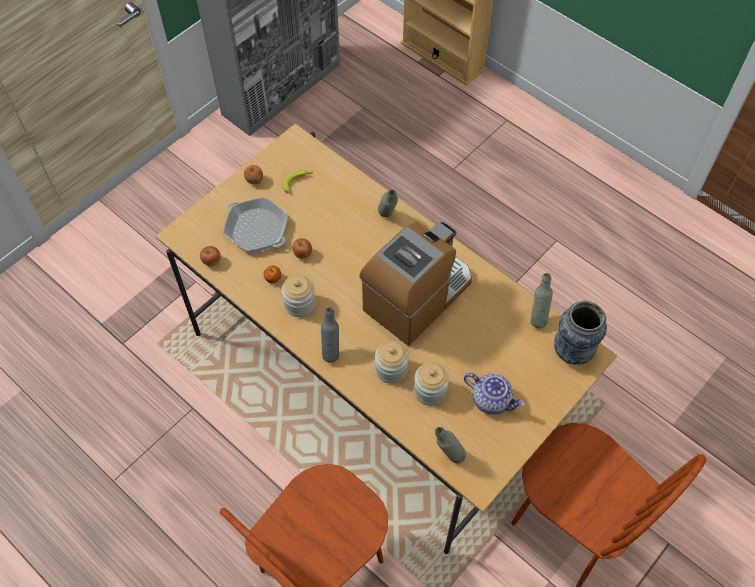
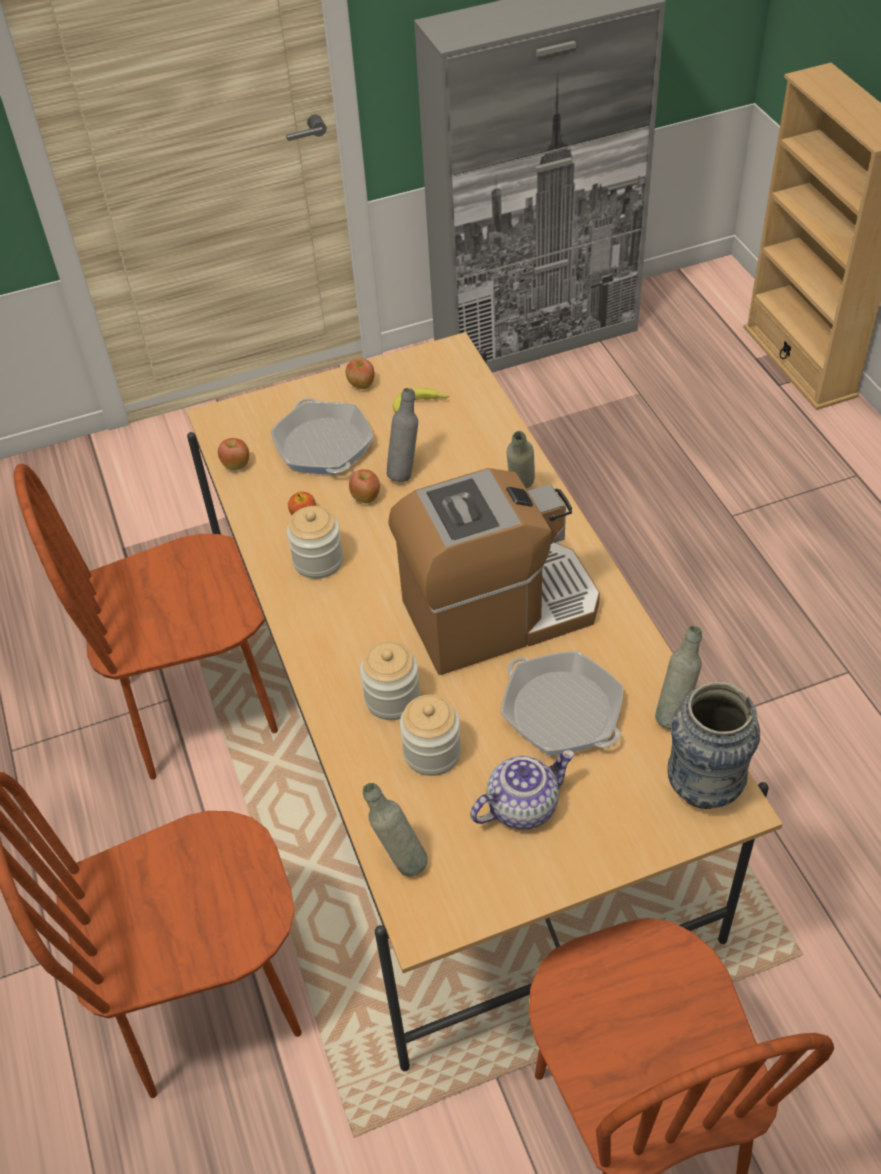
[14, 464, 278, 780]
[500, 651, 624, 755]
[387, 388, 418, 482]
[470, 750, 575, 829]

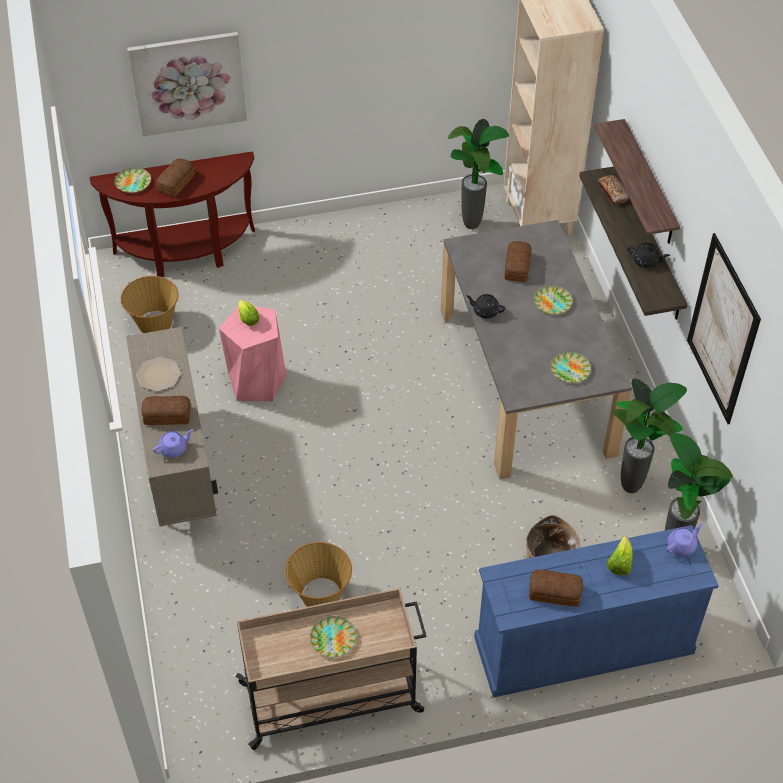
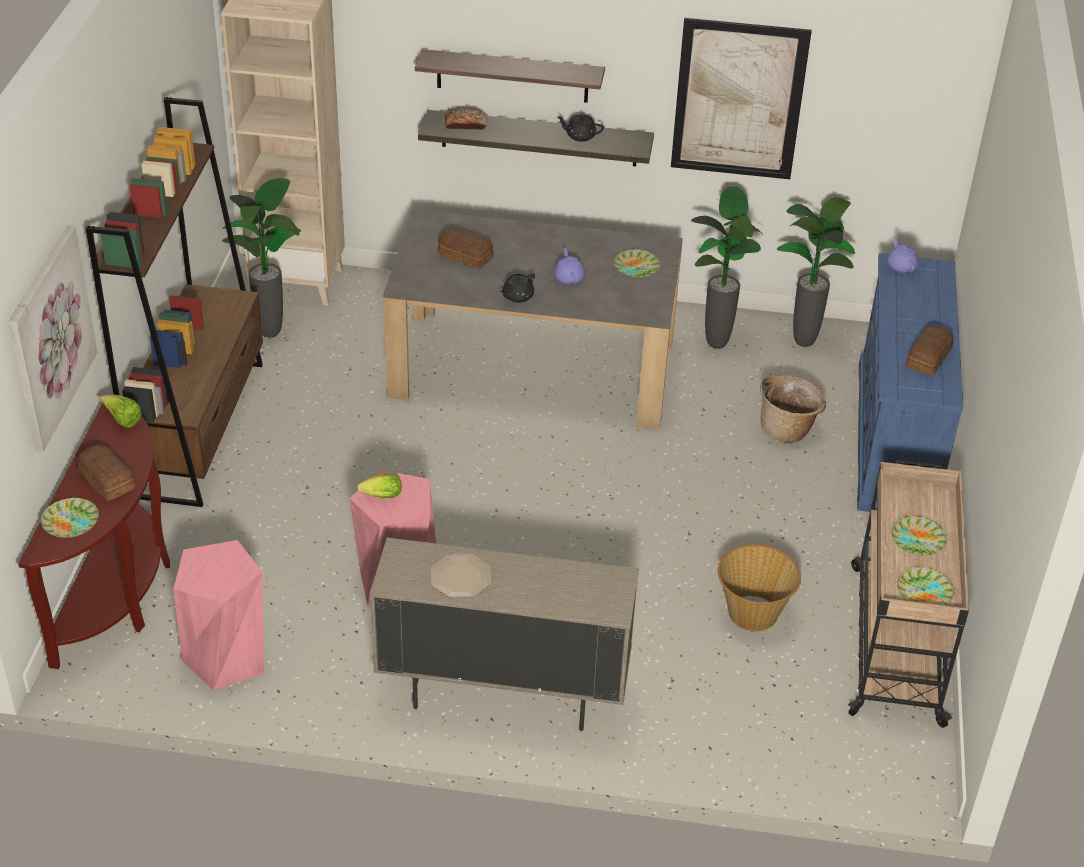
[141, 396, 191, 425] (first image)
[86, 97, 263, 507]
[554, 248, 585, 285]
[897, 567, 955, 606]
[99, 395, 142, 428]
[173, 540, 264, 690]
[557, 115, 604, 142]

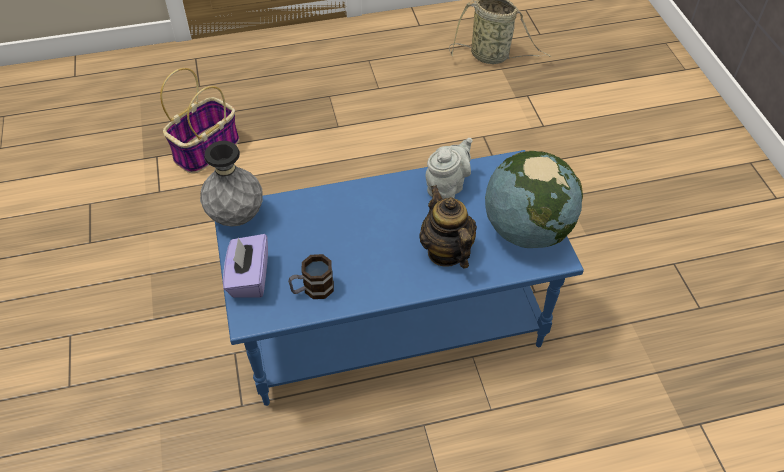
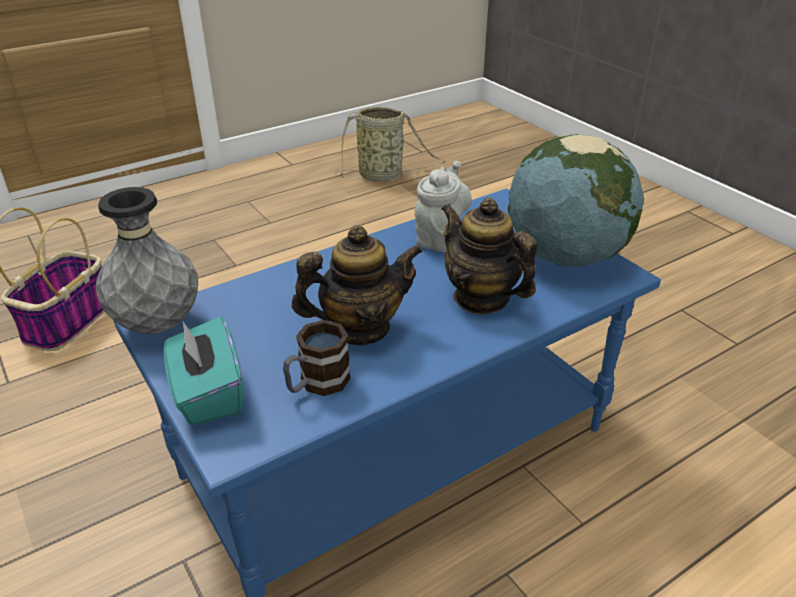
[292, 225, 423, 345]
[164, 317, 243, 425]

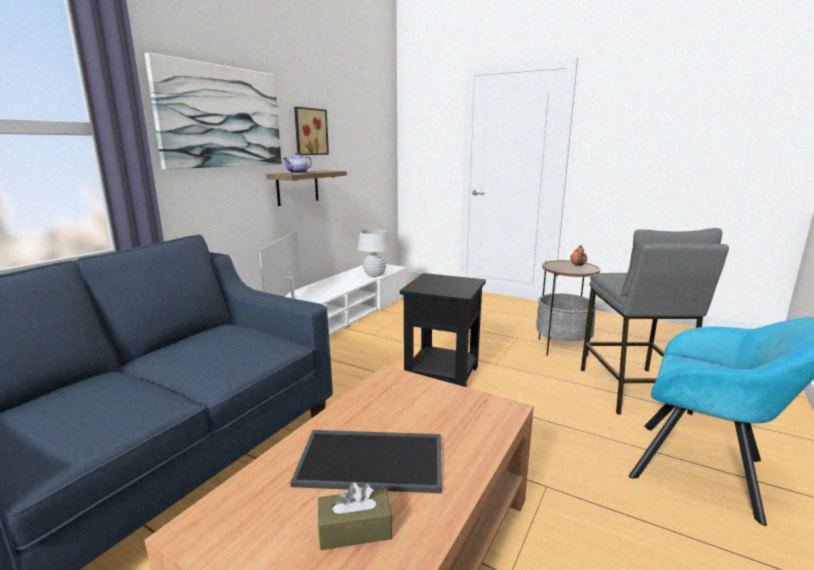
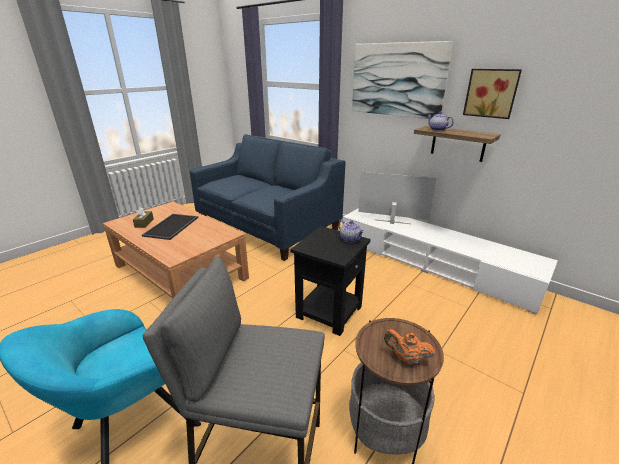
[357, 229, 391, 277] (first image)
[338, 220, 364, 243]

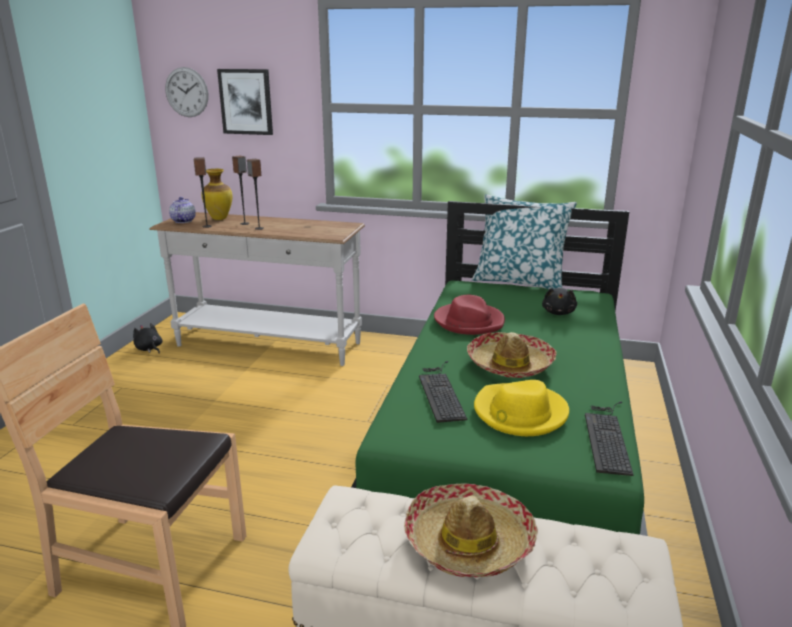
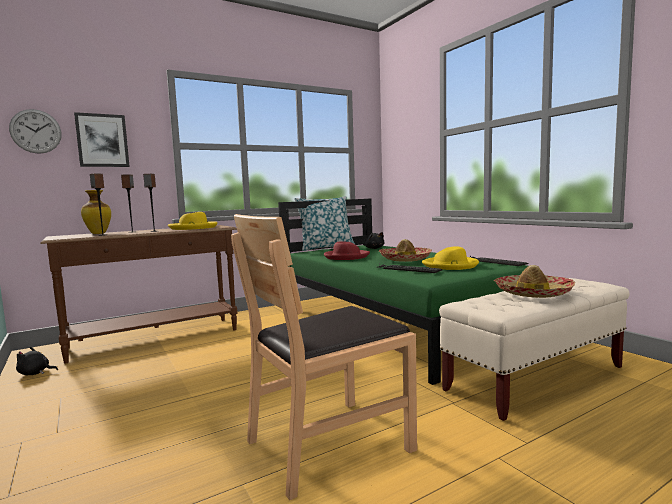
[169, 197, 196, 223] (first image)
[168, 212, 218, 230]
[40, 225, 238, 364]

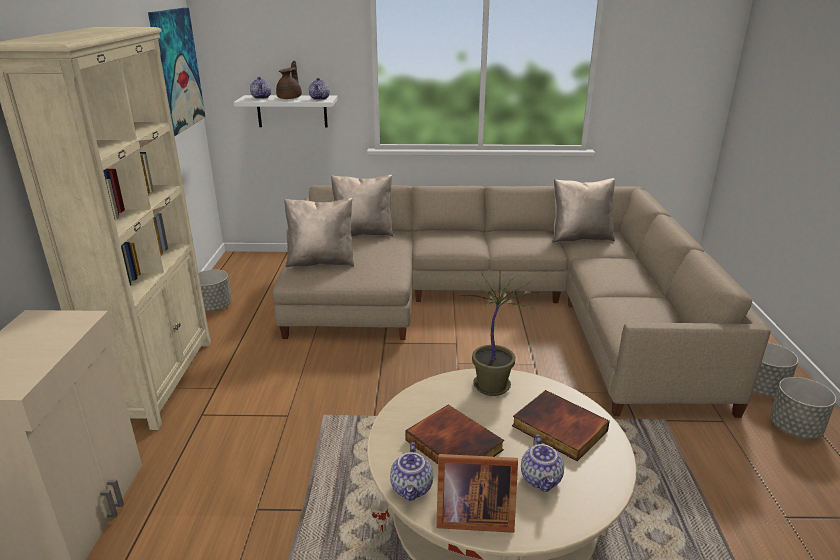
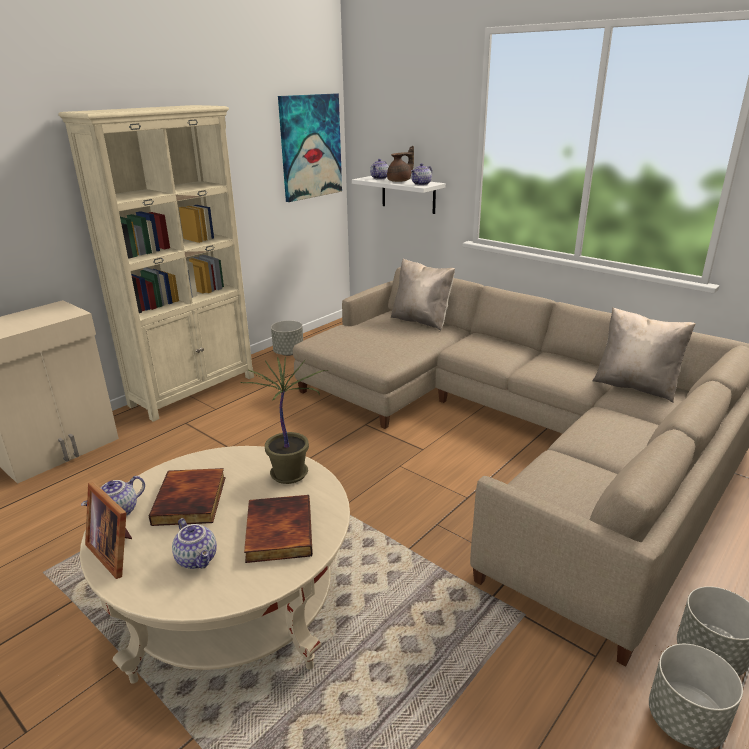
[284, 198, 354, 267] (first image)
[172, 518, 217, 569]

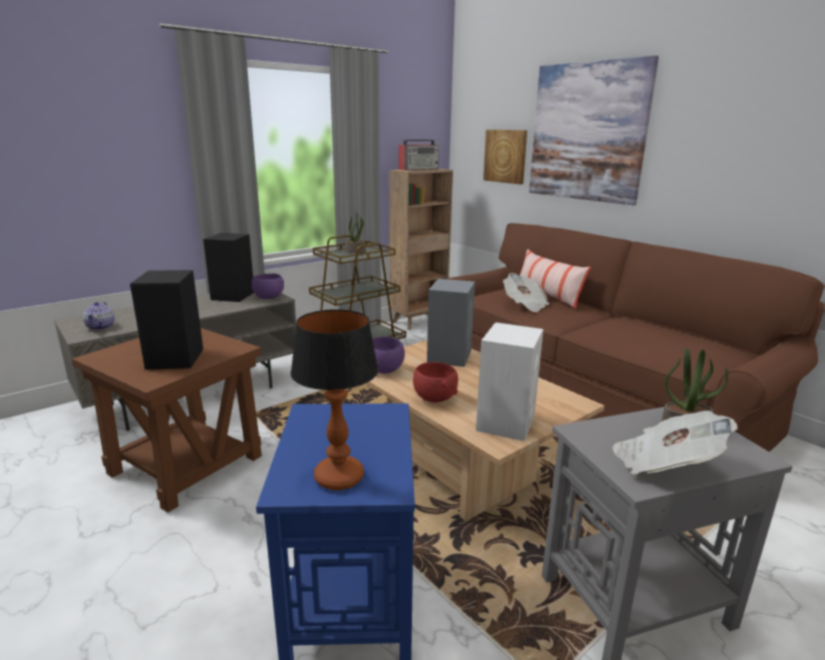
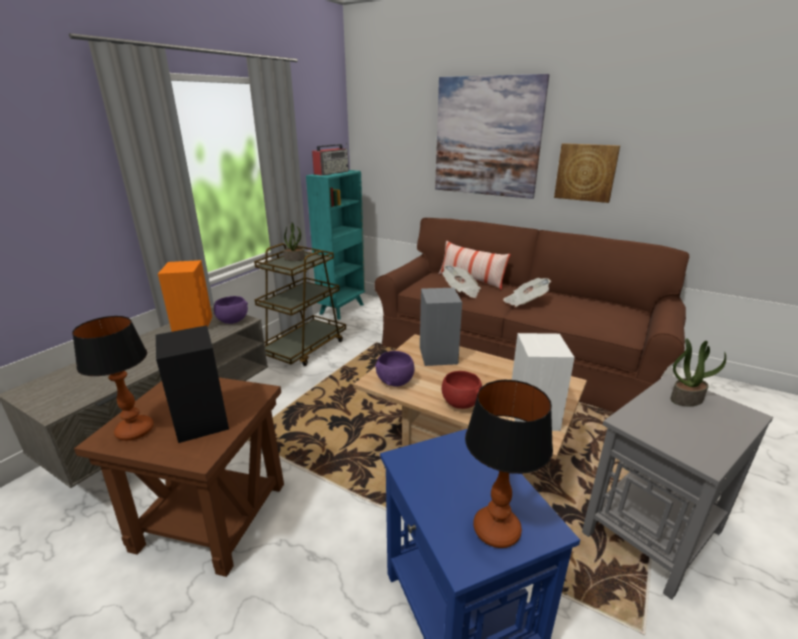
[83, 302, 115, 330] (first image)
[72, 316, 154, 441]
[554, 143, 620, 203]
[503, 278, 551, 307]
[158, 260, 212, 332]
[306, 170, 365, 320]

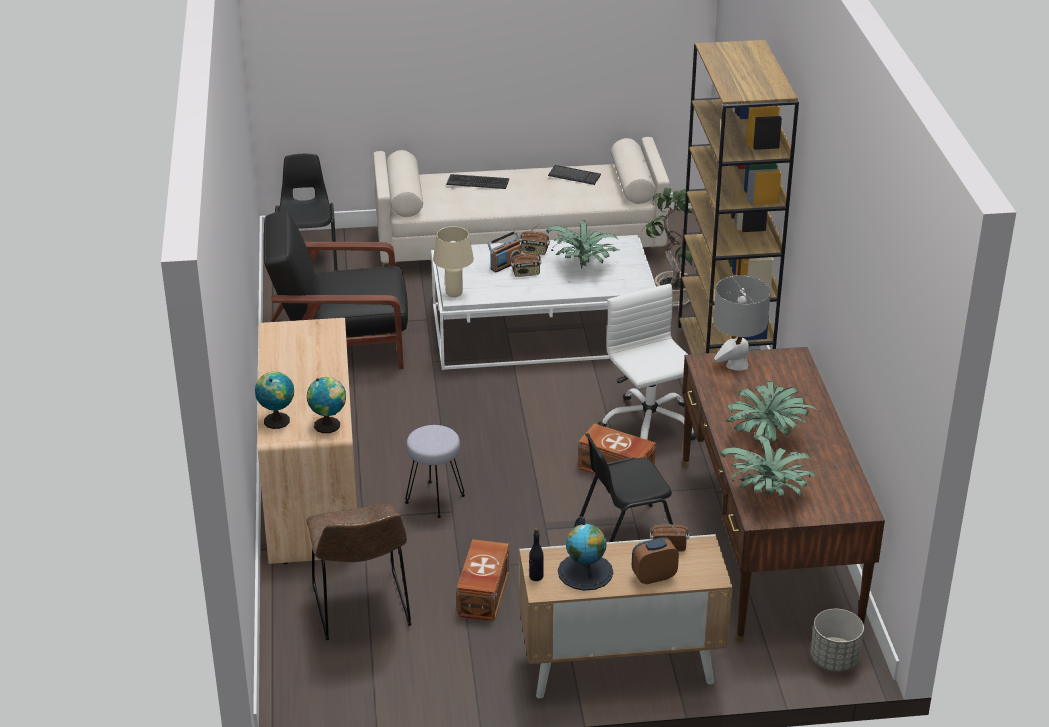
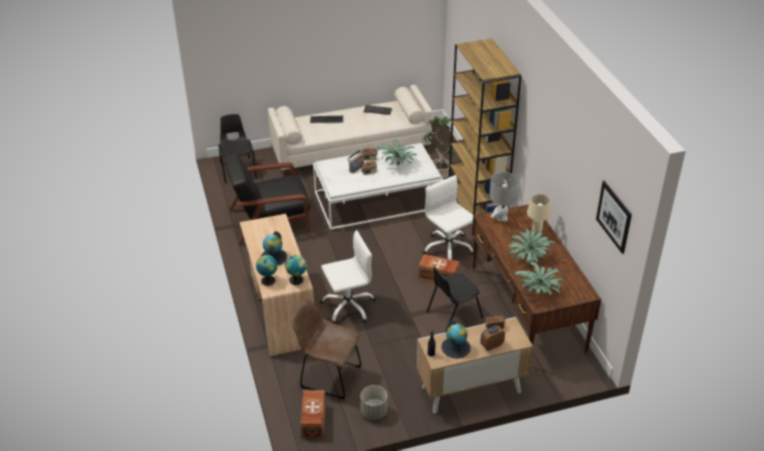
[261, 231, 287, 265]
[596, 181, 632, 254]
[527, 194, 552, 235]
[301, 390, 326, 438]
[361, 385, 387, 420]
[320, 230, 376, 324]
[292, 299, 361, 399]

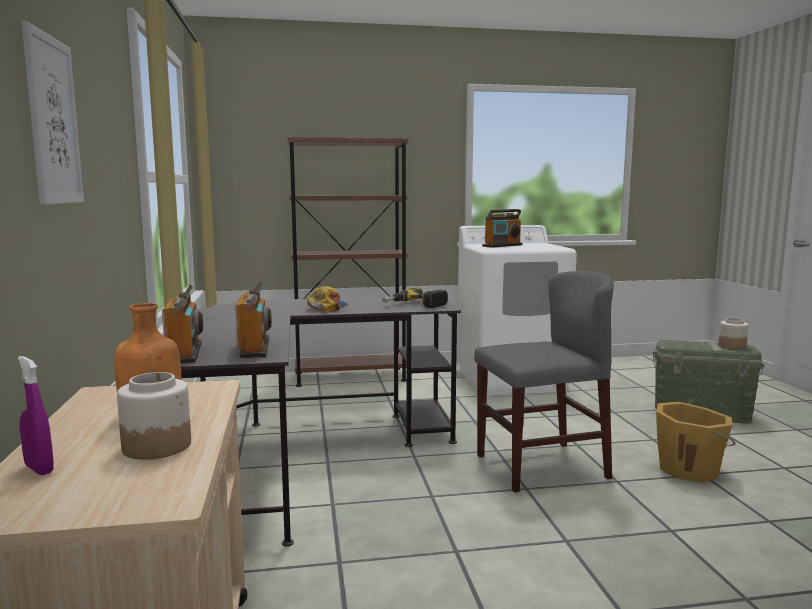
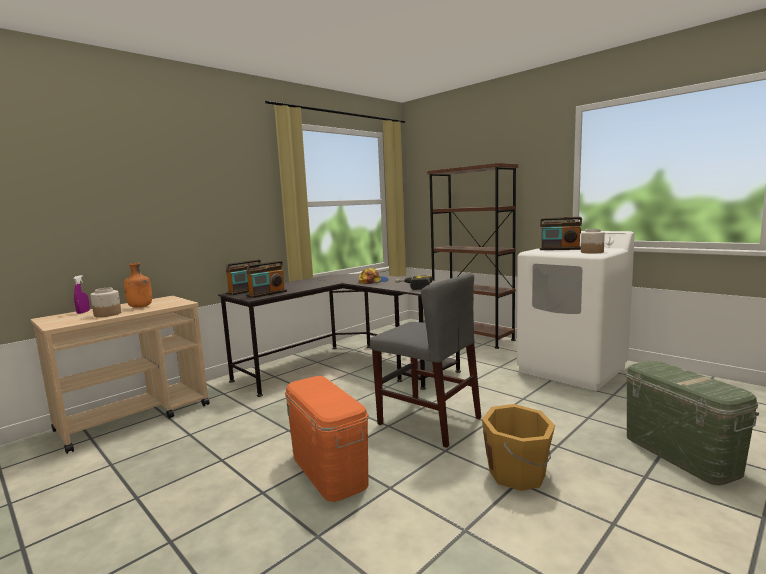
[21, 21, 84, 205] (first image)
[285, 376, 369, 502]
[581, 229, 605, 253]

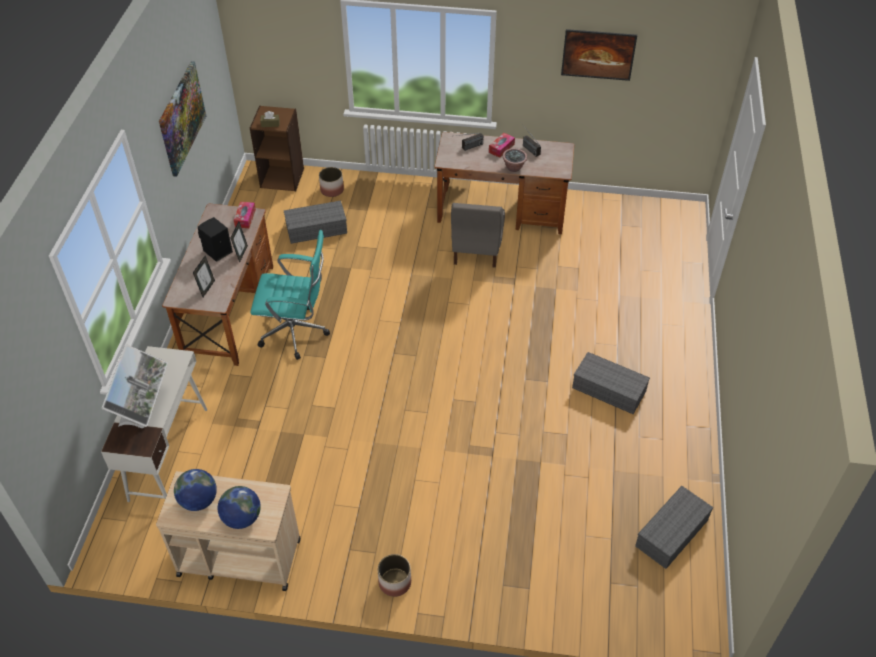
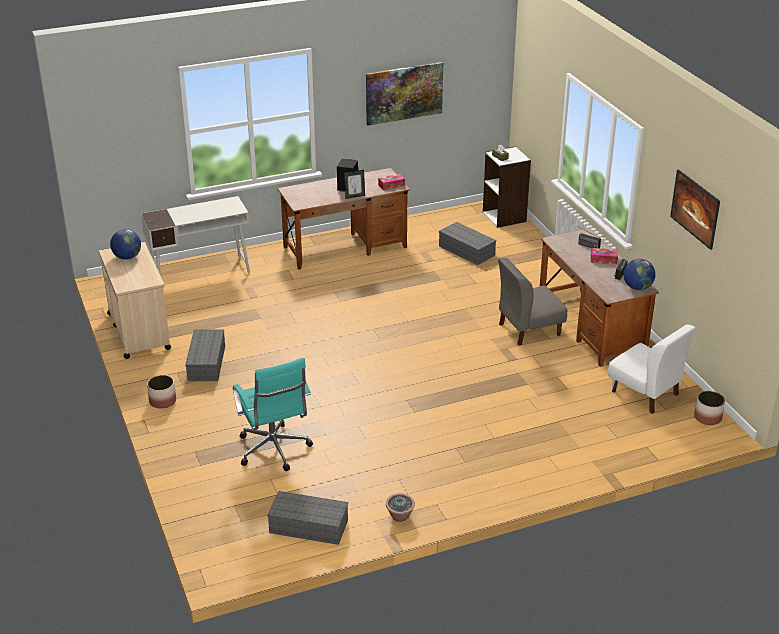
[102, 344, 168, 428] (first image)
[193, 256, 215, 297] (first image)
[608, 324, 695, 414]
[624, 259, 656, 290]
[233, 358, 313, 471]
[694, 391, 725, 425]
[386, 493, 415, 522]
[185, 329, 225, 381]
[483, 146, 531, 228]

